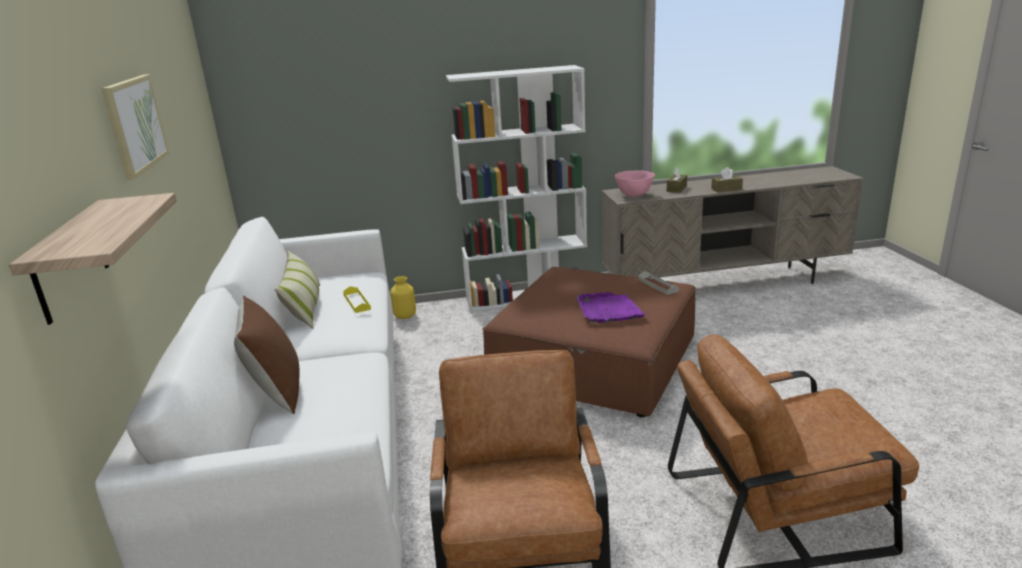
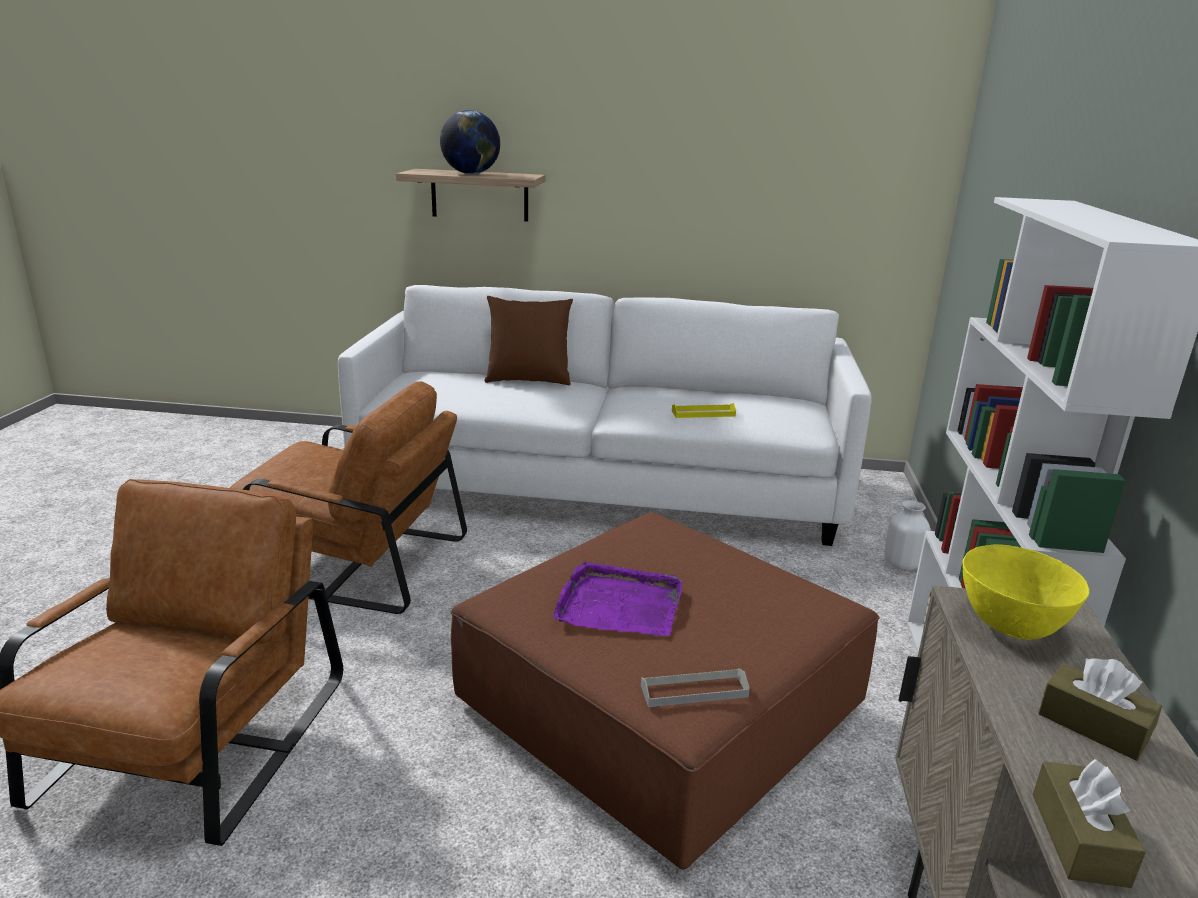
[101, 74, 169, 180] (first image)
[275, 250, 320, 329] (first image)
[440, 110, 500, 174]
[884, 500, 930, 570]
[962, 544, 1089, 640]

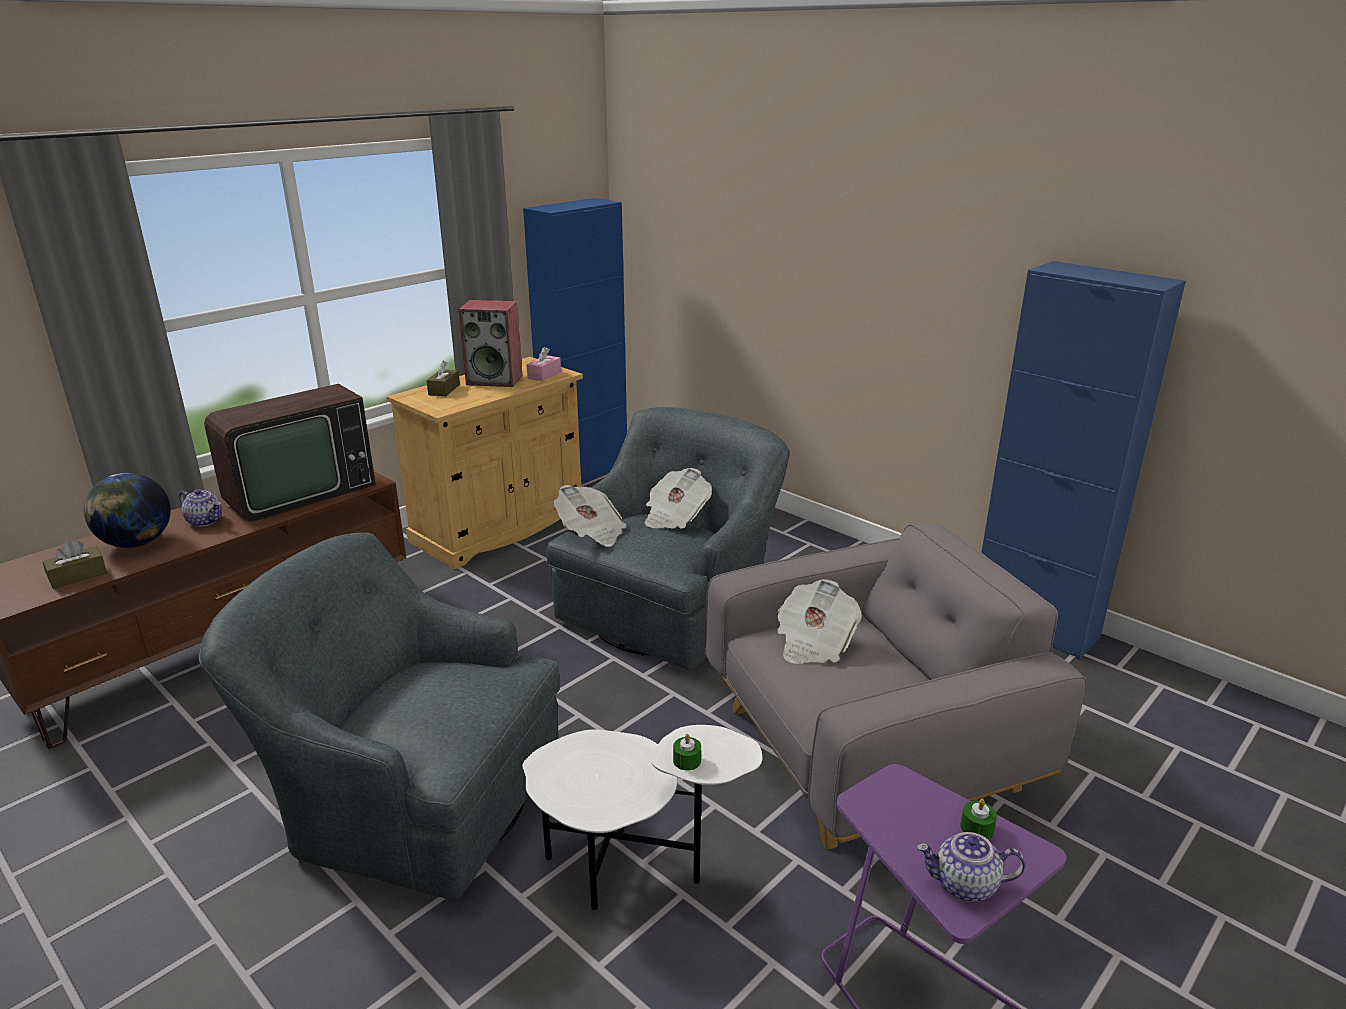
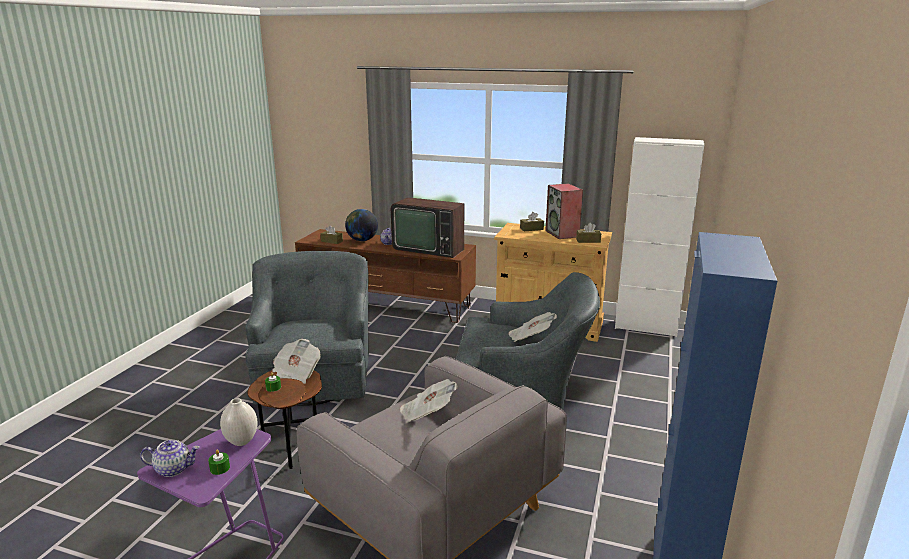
[220, 398, 258, 446]
[272, 339, 321, 384]
[248, 370, 322, 469]
[615, 137, 704, 337]
[576, 223, 601, 243]
[140, 440, 200, 477]

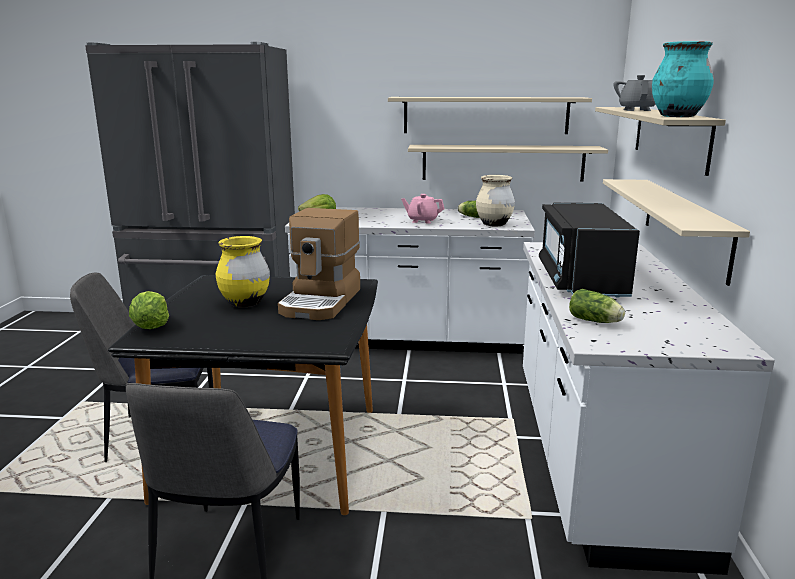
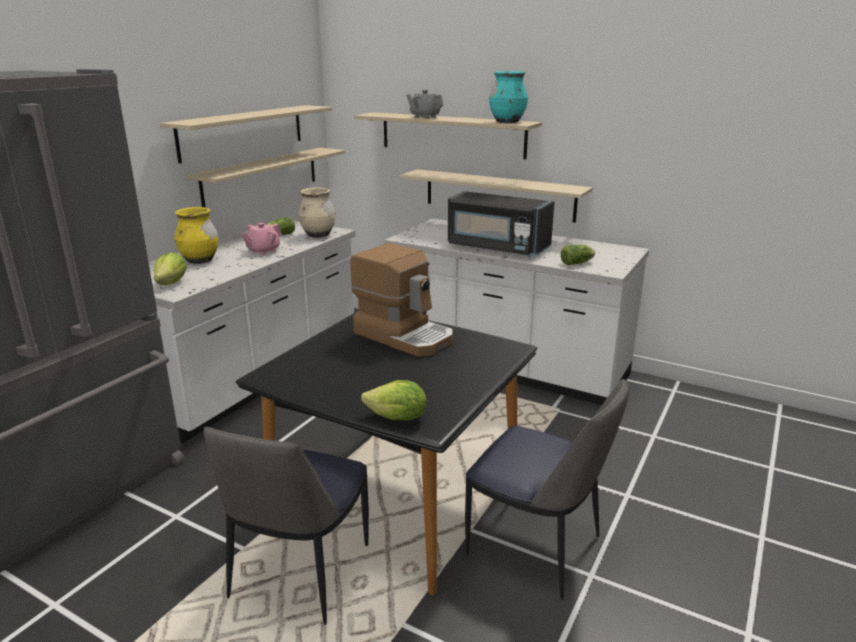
[174, 207, 219, 264]

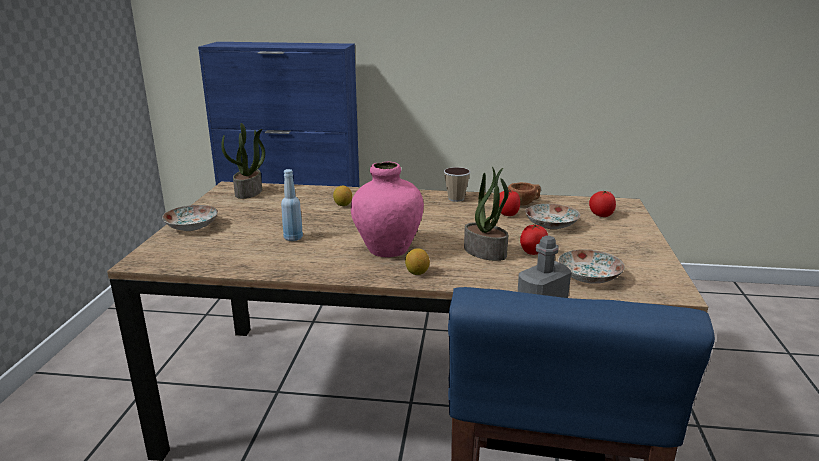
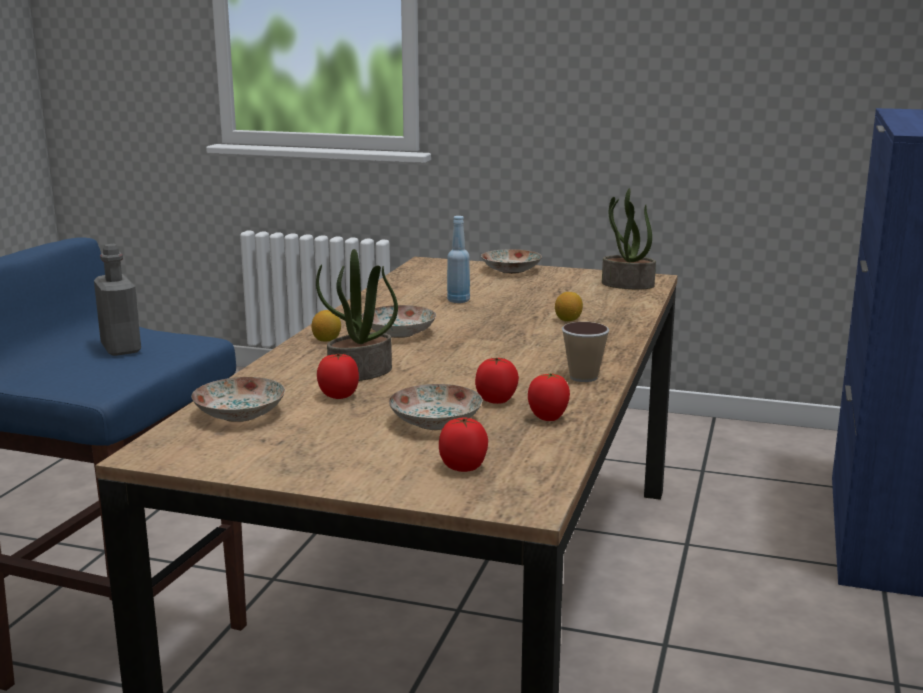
[362, 305, 436, 338]
[528, 373, 570, 421]

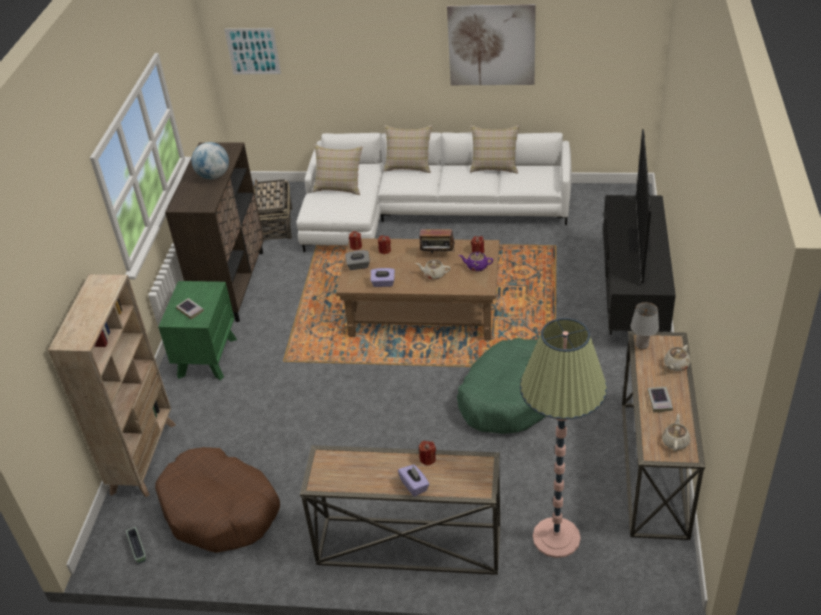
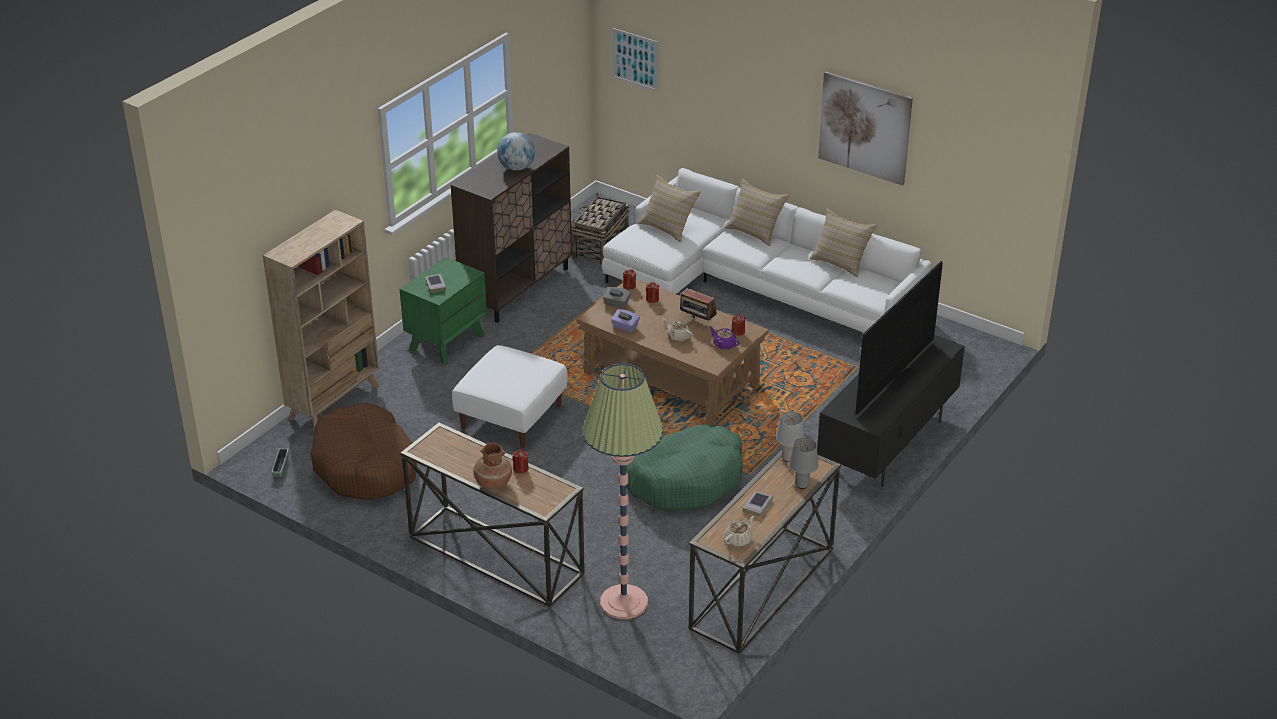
[452, 345, 567, 448]
[473, 443, 512, 490]
[789, 438, 818, 489]

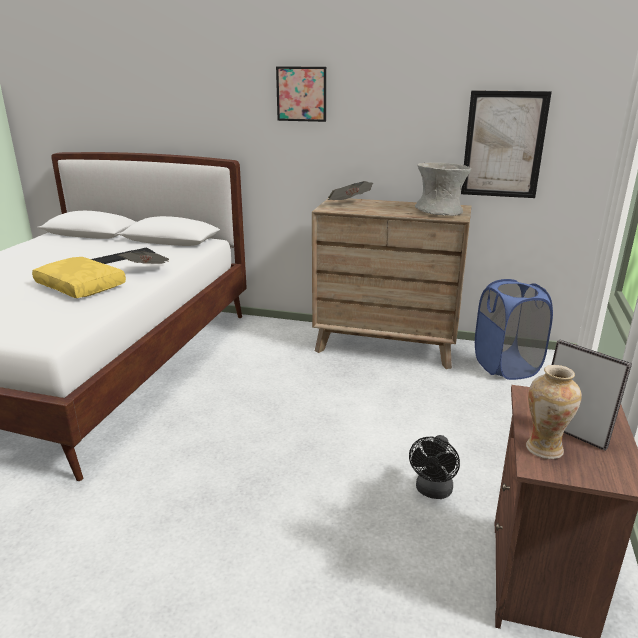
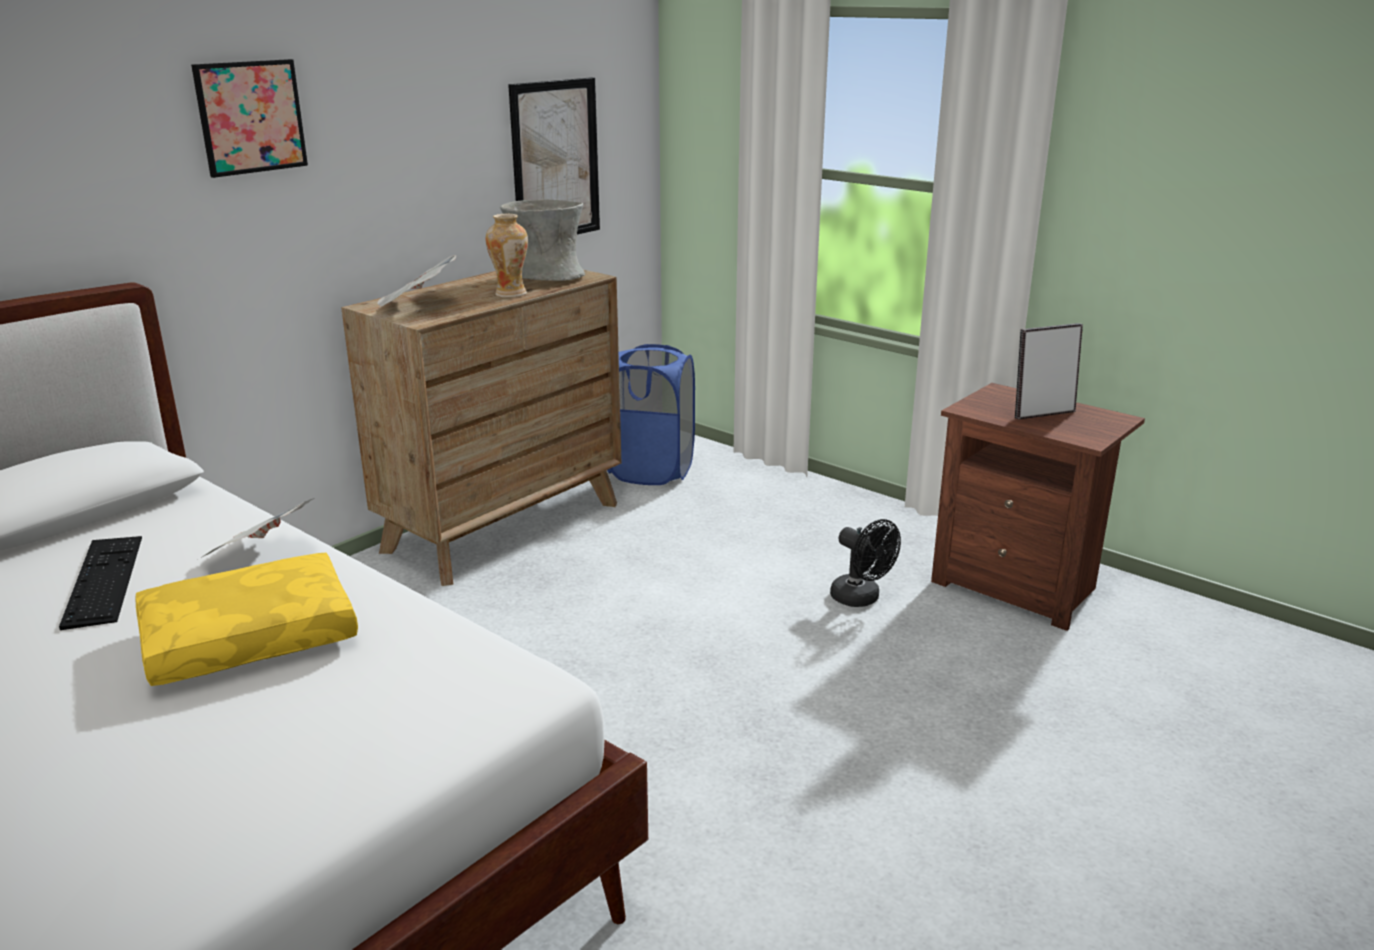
[485, 214, 528, 298]

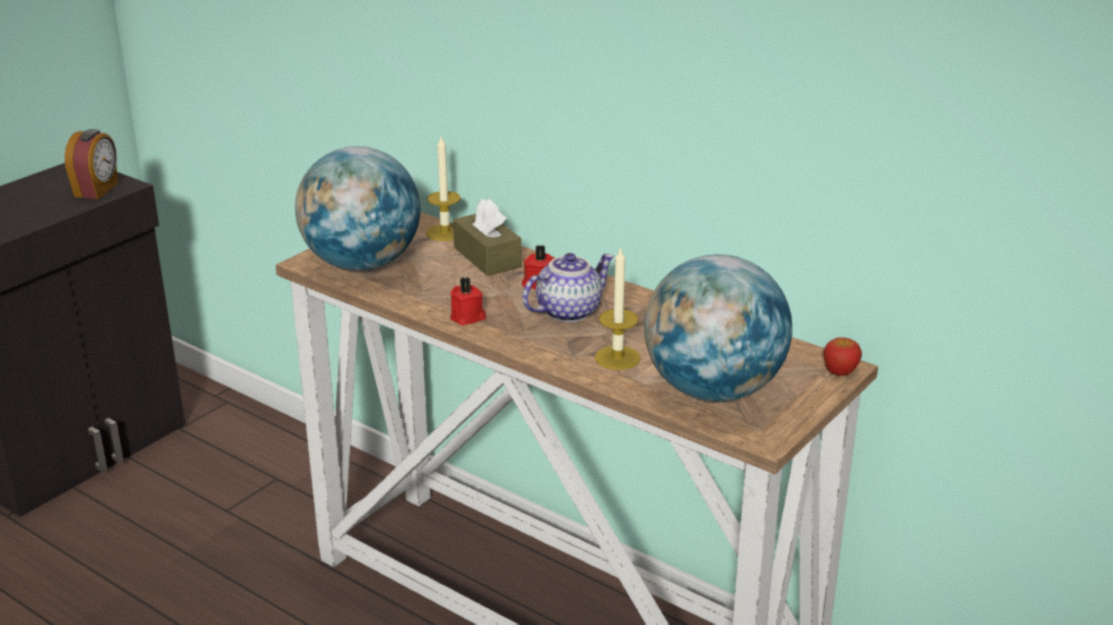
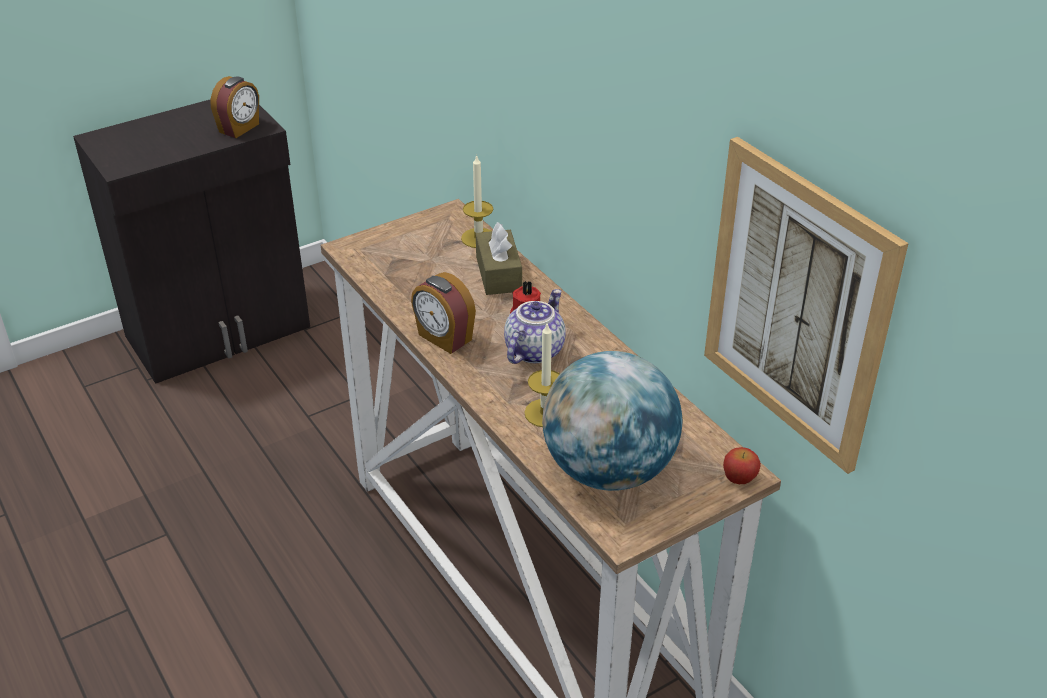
[295, 146, 420, 271] (first image)
[704, 137, 909, 474]
[411, 272, 476, 354]
[504, 289, 566, 364]

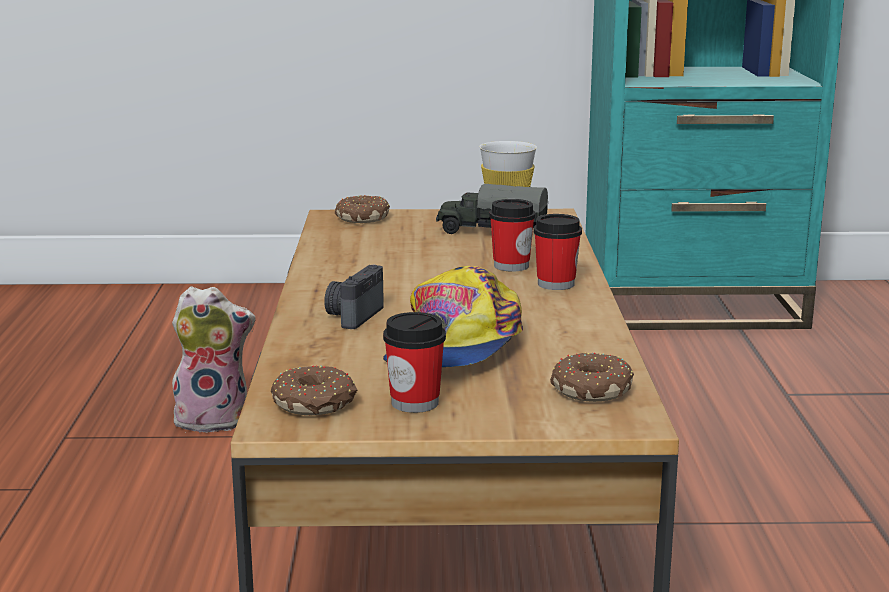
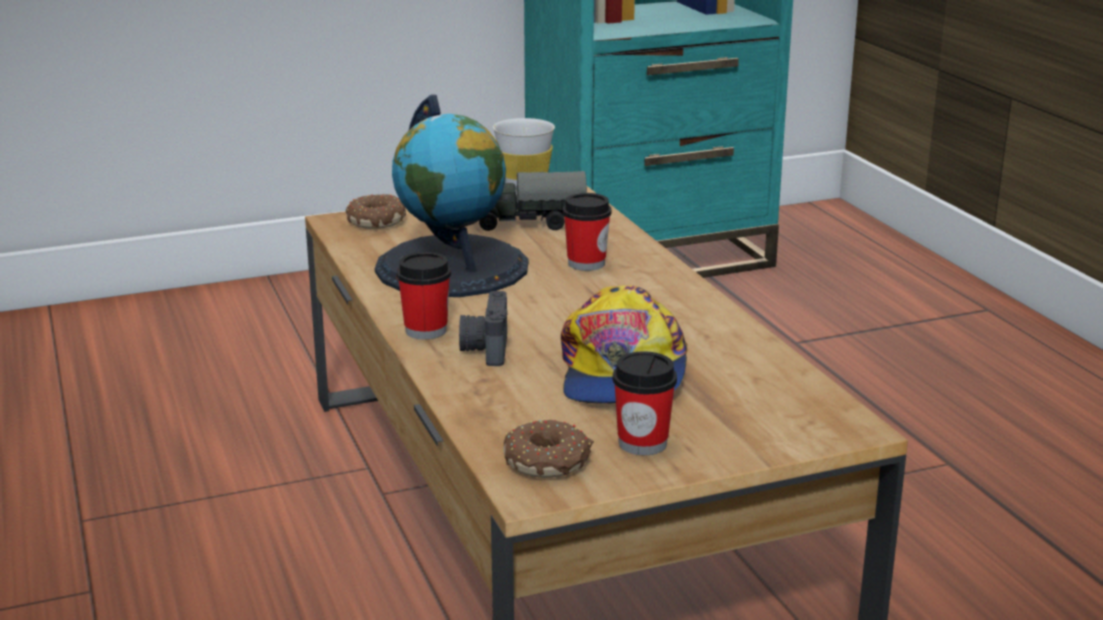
[171, 286, 255, 433] (first image)
[550, 352, 634, 402] (first image)
[375, 94, 528, 297]
[396, 252, 451, 339]

